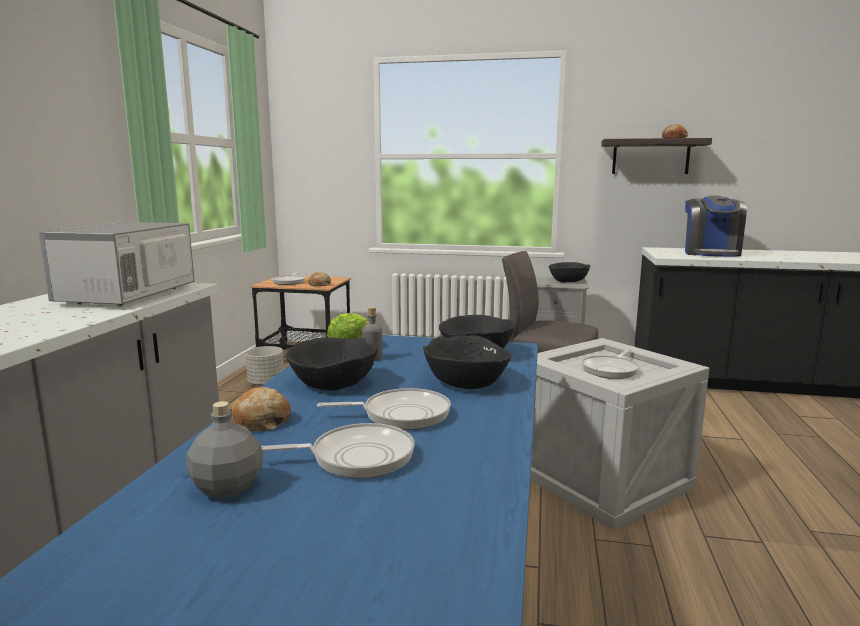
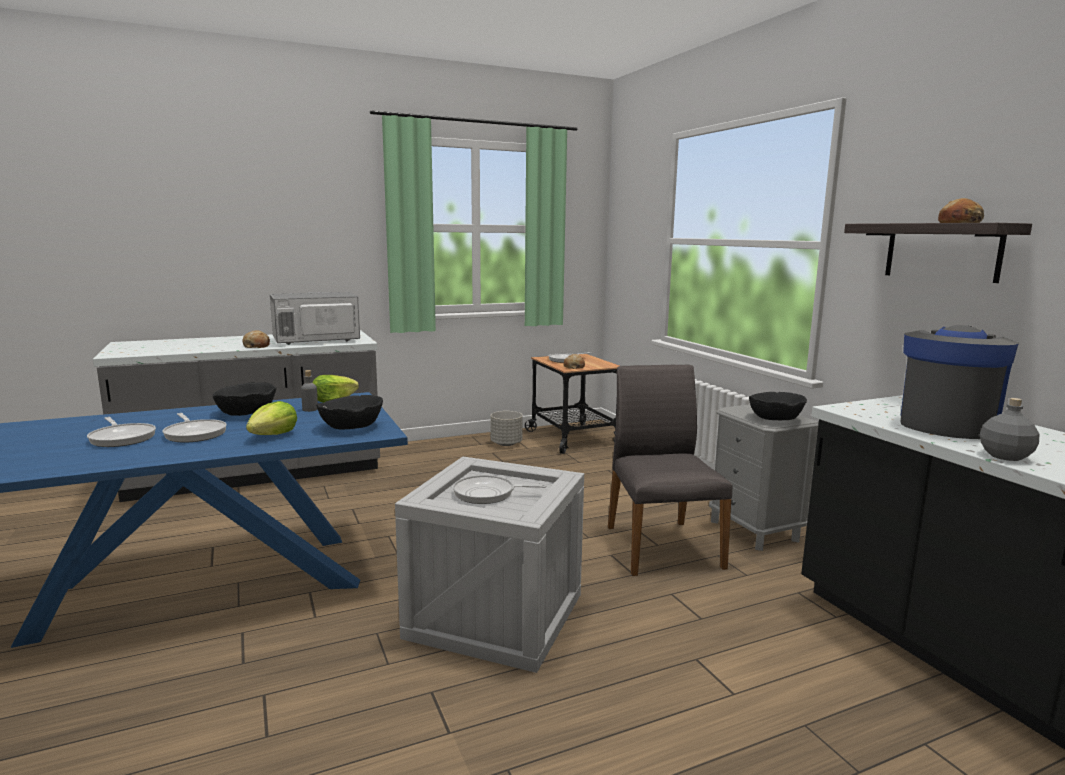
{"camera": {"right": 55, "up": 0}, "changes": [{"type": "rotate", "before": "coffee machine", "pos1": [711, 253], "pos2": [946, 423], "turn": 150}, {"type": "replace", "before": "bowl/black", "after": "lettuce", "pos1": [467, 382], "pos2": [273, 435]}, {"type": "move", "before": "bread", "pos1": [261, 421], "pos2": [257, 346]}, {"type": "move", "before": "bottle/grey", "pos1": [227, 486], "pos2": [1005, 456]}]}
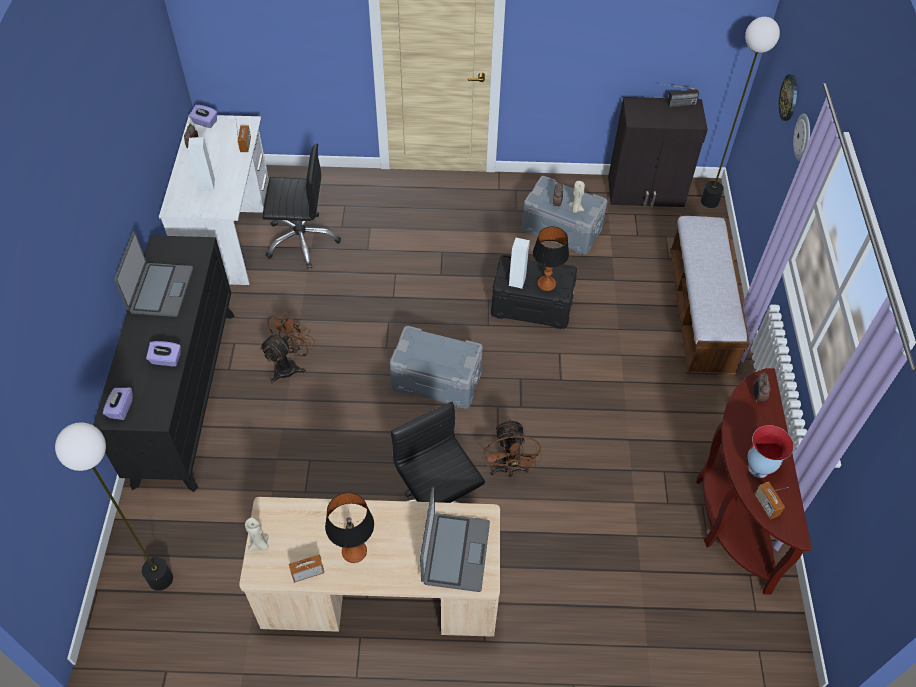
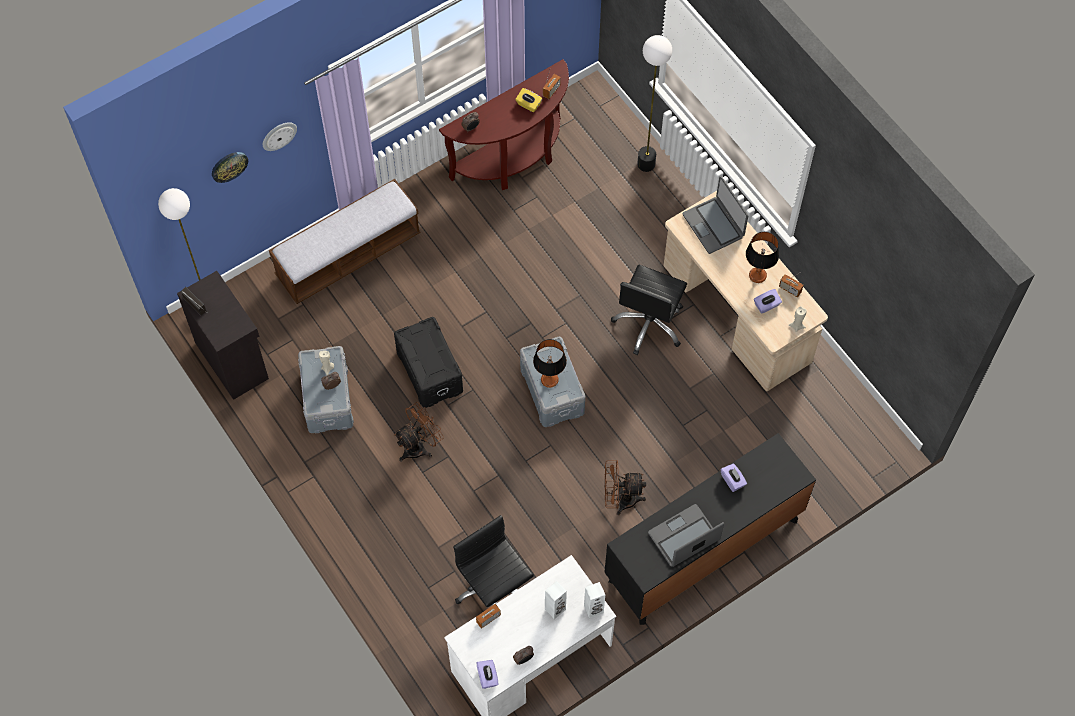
{"camera": {"right": -125, "up": 10}, "changes": [{"type": "move", "before": "table lamp", "pos1": [547, 284], "pos2": [549, 379]}, {"type": "move", "before": "speaker/white", "pos1": [517, 281], "pos2": [593, 609]}, {"type": "move", "before": "tissue box/purple", "pos1": [120, 408], "pos2": [766, 305]}, {"type": "move", "before": "fan/brown", "pos1": [509, 470], "pos2": [419, 446]}, {"type": "move", "before": "floor lamp", "pos1": [161, 578], "pos2": [646, 164]}, {"type": "replace", "before": "vase", "after": "tissue box/yellow", "pos1": [758, 469], "pos2": [528, 105]}, {"type": "rotate", "before": "laptop", "pos1": [455, 552], "pos2": [713, 225], "turn": -90}]}
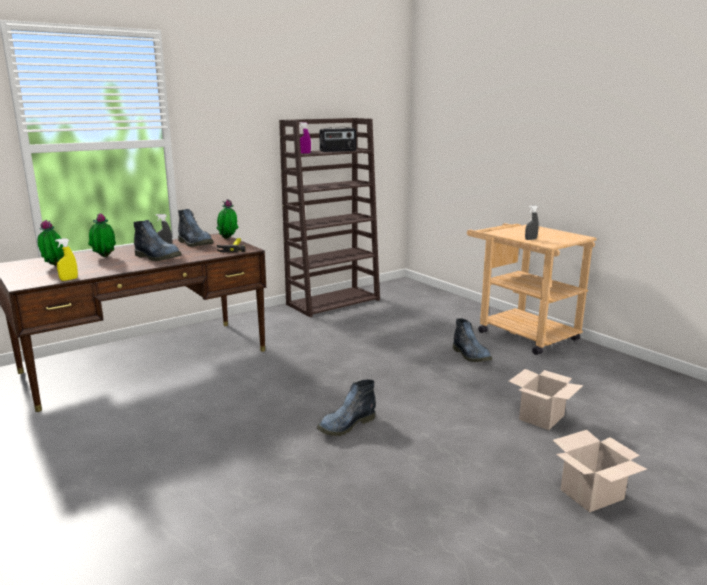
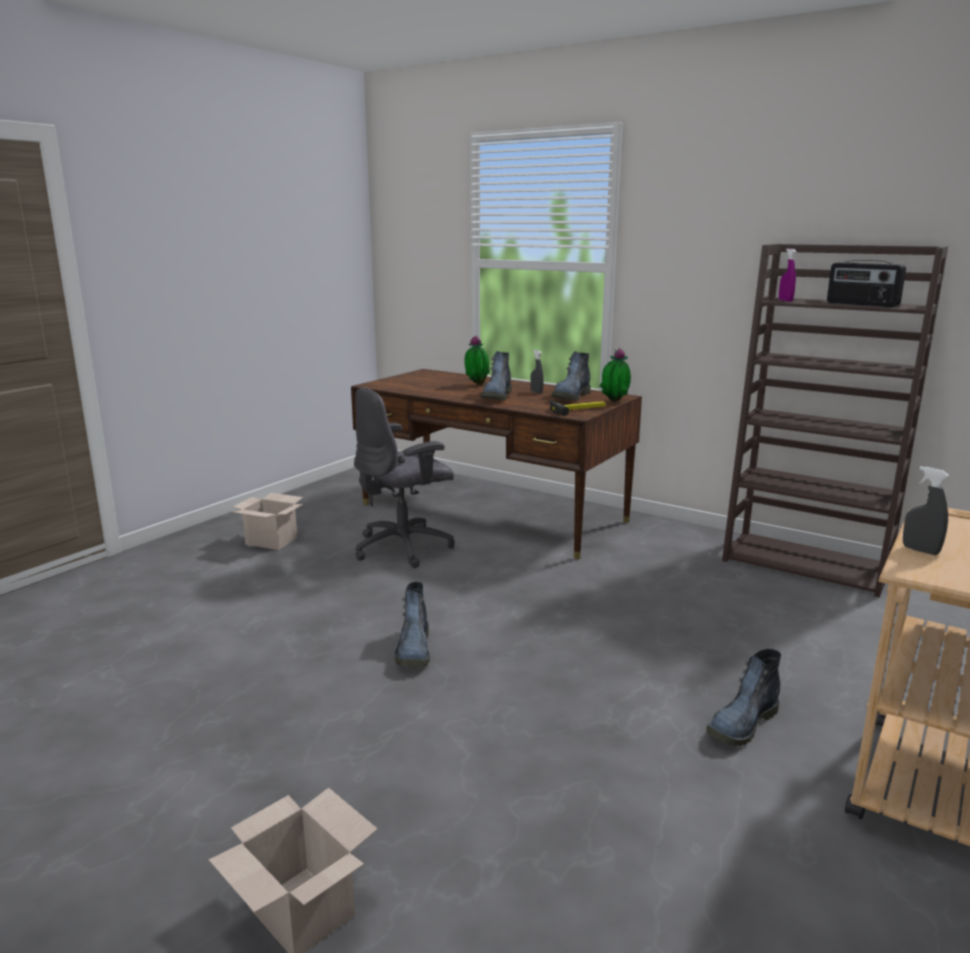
{"camera": {"right": 70, "up": 0}, "changes": [{"type": "delete", "before": "potted plant", "pos1": [54, 266]}, {"type": "delete", "before": "spray bottle/yellow", "pos1": [69, 279]}, {"type": "move", "before": "cardboard box", "pos1": [541, 416], "pos2": [273, 541]}, {"type": "rotate", "before": "boot", "pos1": [346, 426], "pos2": [414, 651], "turn": -120}, {"type": "insert", "after": "office chair/grey", "pos2": [404, 547]}]}
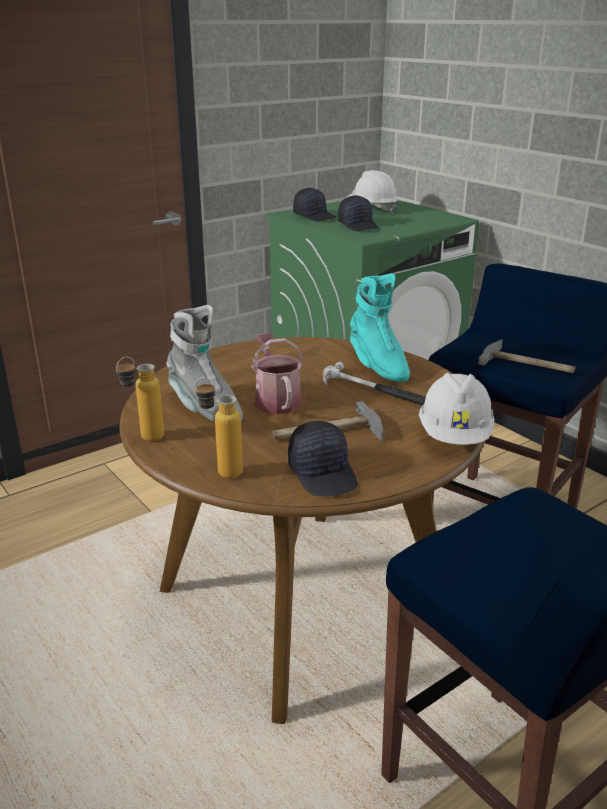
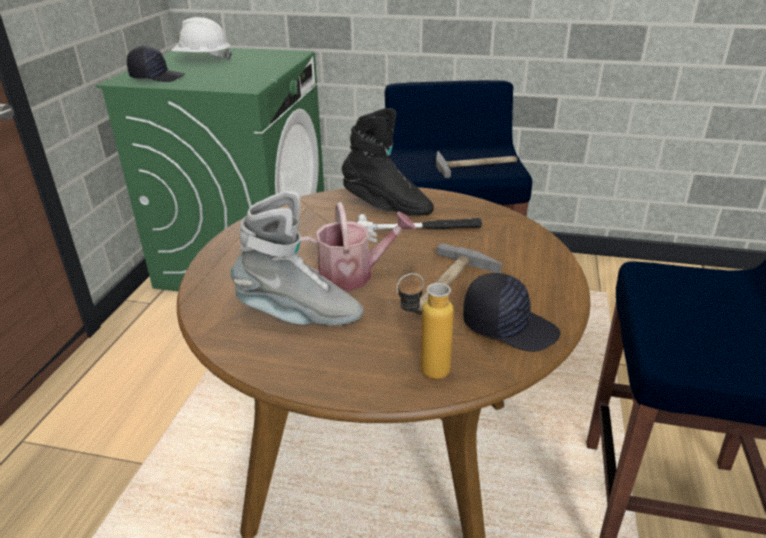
{"camera": {"right": -40, "up": 5}, "changes": [{"type": "delete", "before": "cap/black", "pos1": [359, 225]}, {"type": "recolor", "before": "boot/turquoise", "after": "boot/black", "pos1": [377, 366], "pos2": [387, 207]}, {"type": "rotate", "before": "watering can", "pos1": [276, 399], "pos2": [353, 275], "turn": 135}, {"type": "delete", "before": "bottle", "pos1": [144, 439]}, {"type": "delete", "before": "hard hat/white", "pos1": [455, 436]}]}
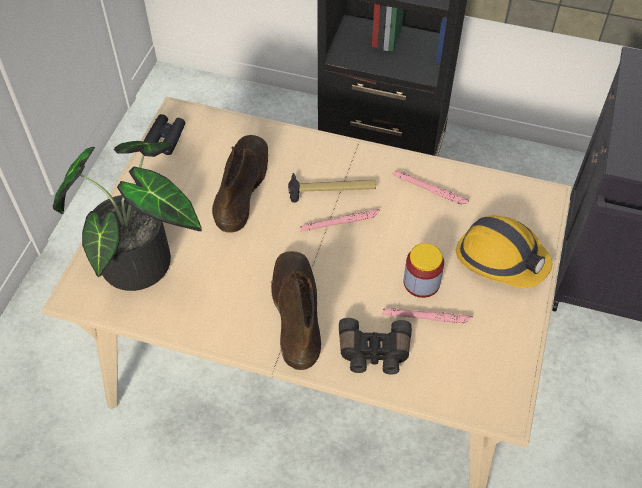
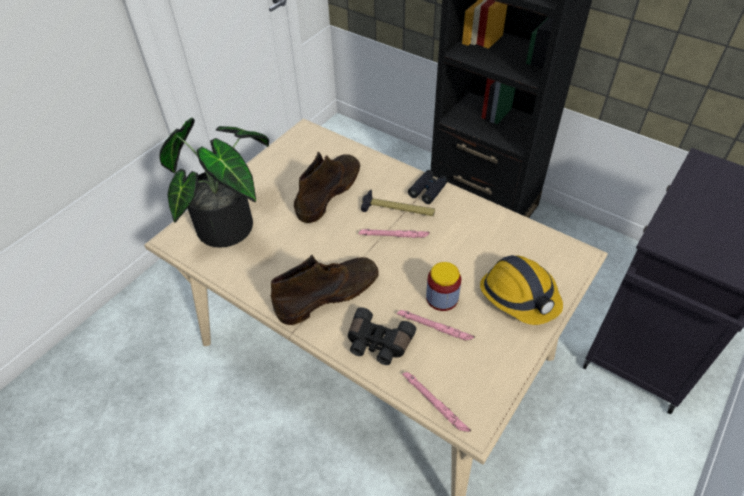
{"camera": {"right": 20, "up": -5}, "changes": [{"type": "move", "before": "binoculars/black", "pos1": [165, 138], "pos2": [428, 190]}, {"type": "move", "before": "flashlight/pink", "pos1": [429, 190], "pos2": [434, 403]}, {"type": "rotate", "before": "boot/brown", "pos1": [296, 312], "pos2": [329, 294], "turn": 45}]}
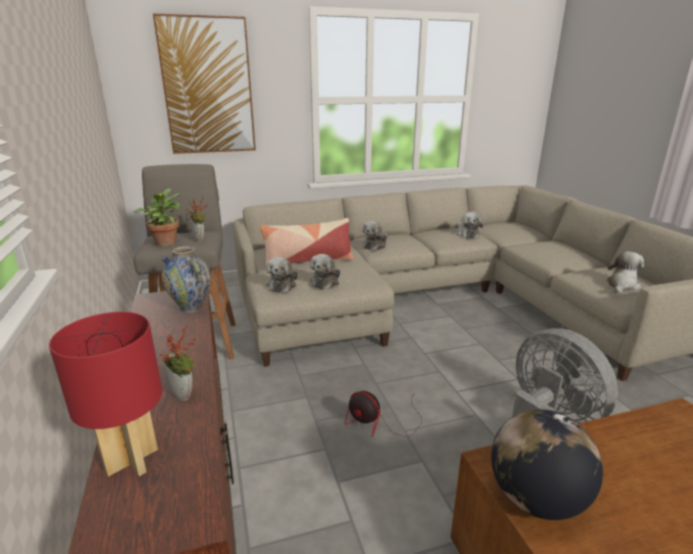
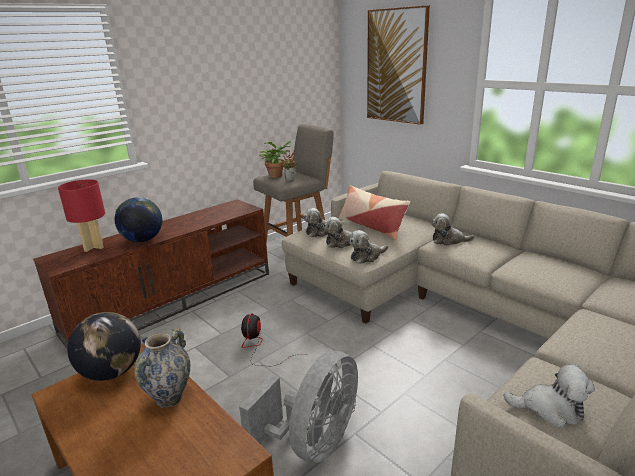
{"camera": {"right": 65, "up": 0}, "changes": [{"type": "move", "before": "plush toy", "pos1": [467, 234], "pos2": [367, 256]}, {"type": "move", "before": "vase", "pos1": [191, 308], "pos2": [169, 398]}, {"type": "replace", "before": "potted plant", "after": "globe", "pos1": [185, 394], "pos2": [143, 240]}]}
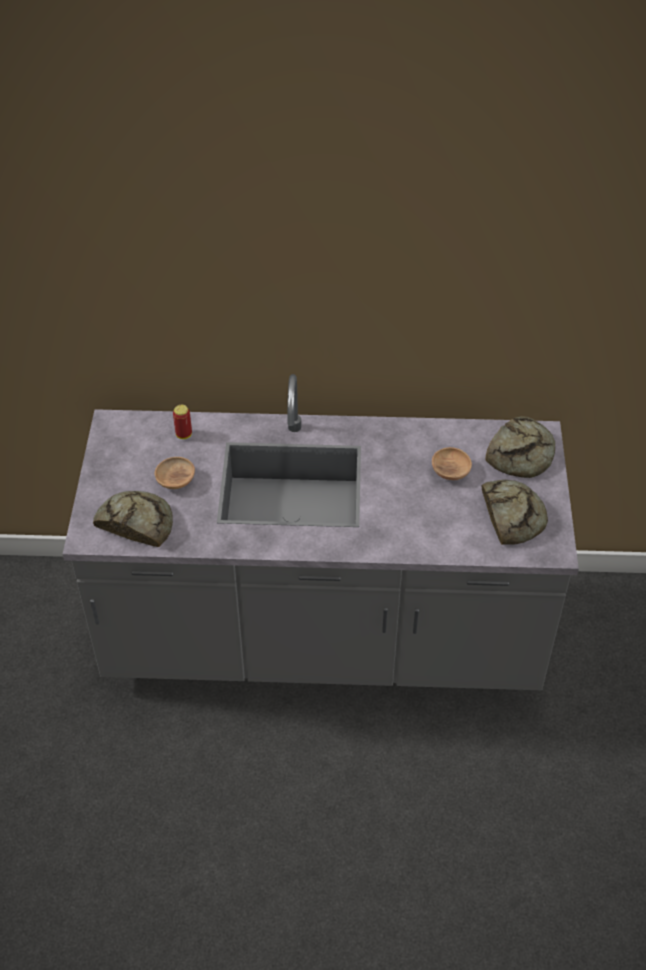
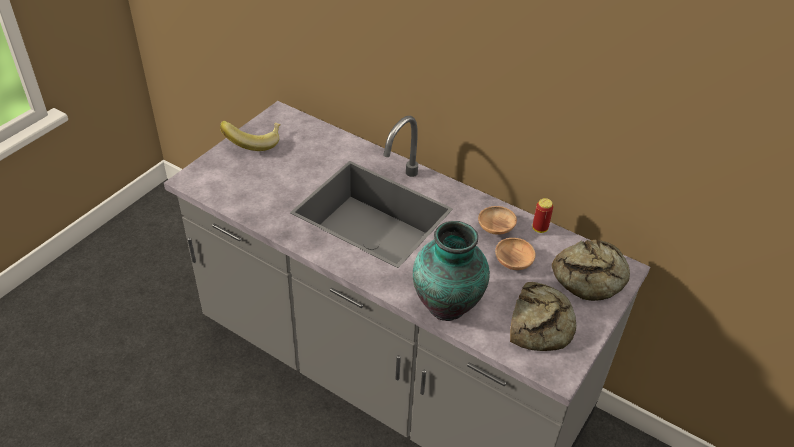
{"camera": {"right": 30, "up": -5}, "changes": [{"type": "move", "before": "can", "pos1": [184, 434], "pos2": [539, 228]}, {"type": "move", "before": "bowl/brown", "pos1": [175, 481], "pos2": [495, 228]}, {"type": "delete", "before": "bread", "pos1": [136, 523]}, {"type": "insert", "after": "banana", "pos2": [254, 142]}, {"type": "insert", "after": "vase", "pos2": [448, 304]}]}
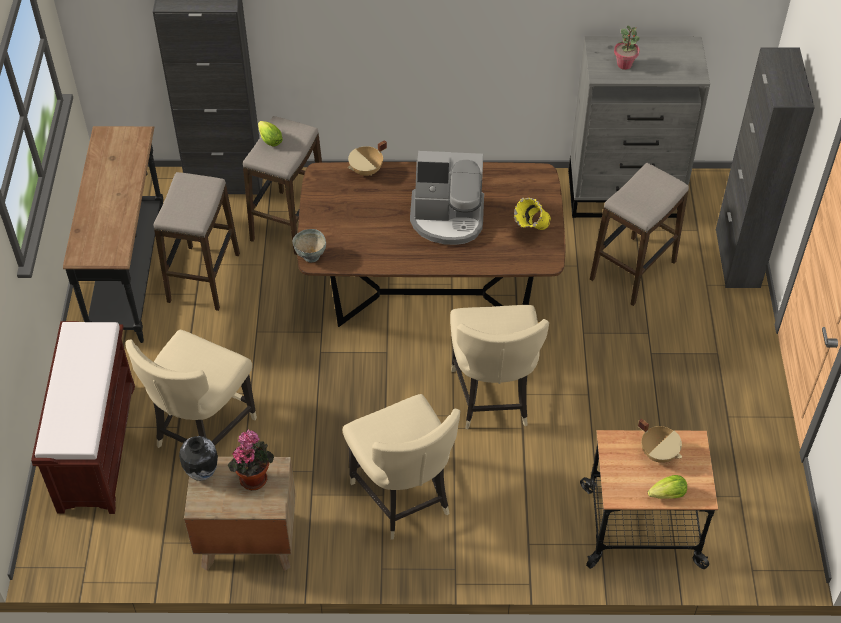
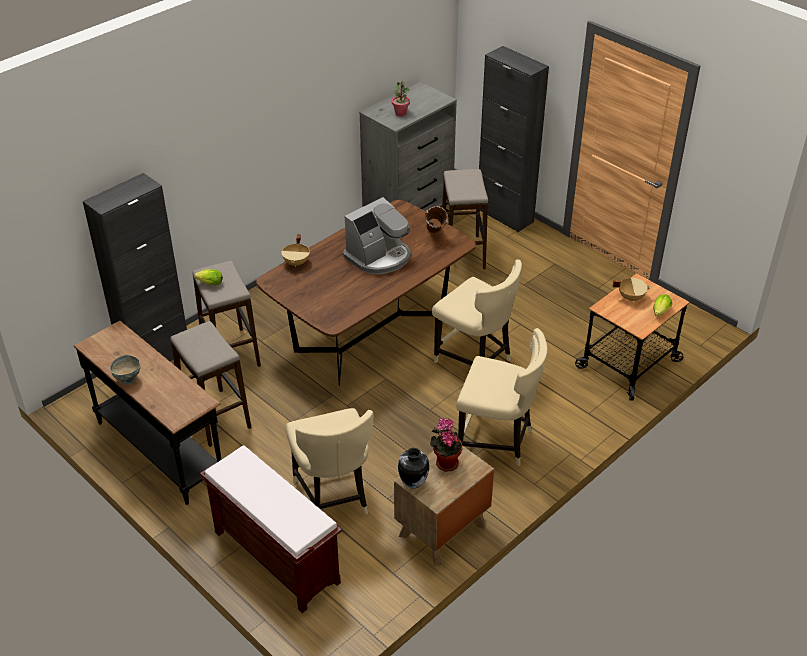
{"camera": {"right": -45, "up": -10}, "changes": [{"type": "recolor", "before": "vase/yellow", "after": "vase/brown", "pos1": [531, 233], "pos2": [435, 236]}, {"type": "move", "before": "bowl/grey", "pos1": [311, 256], "pos2": [128, 380]}]}
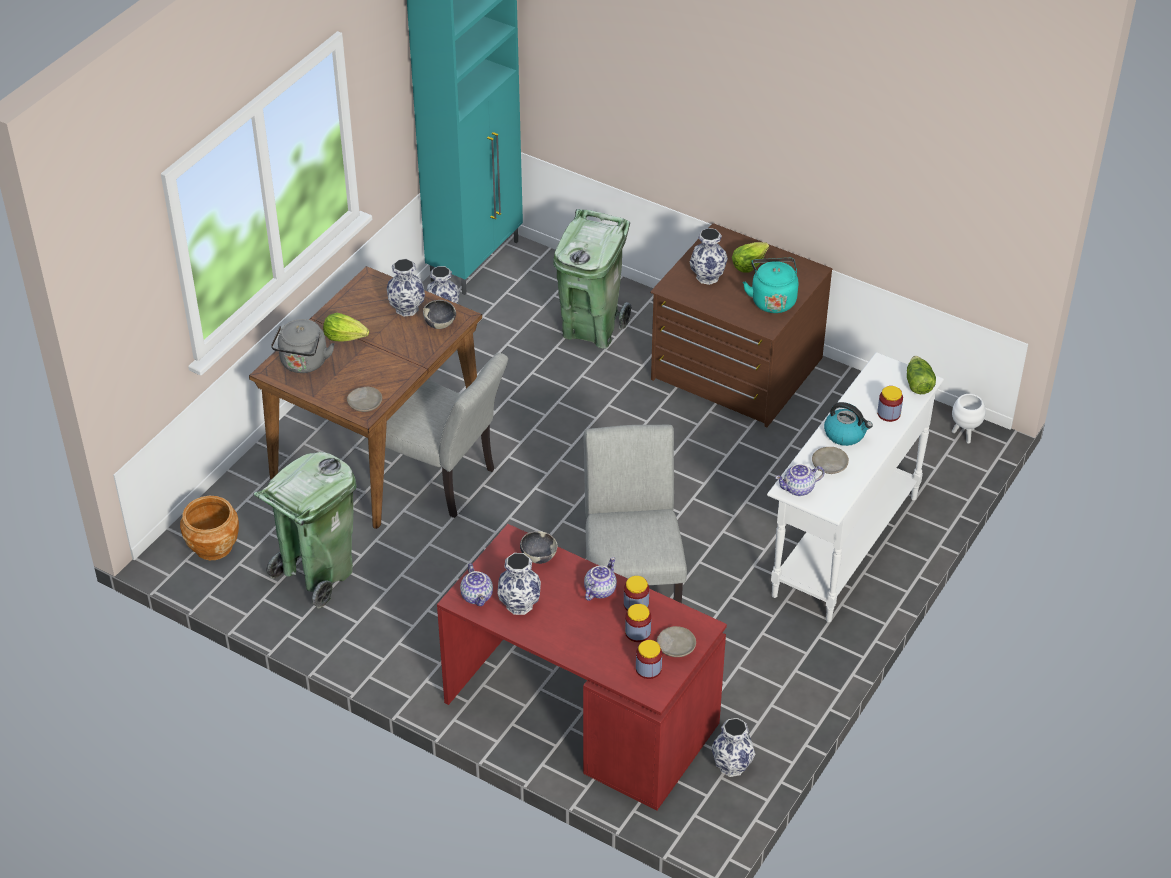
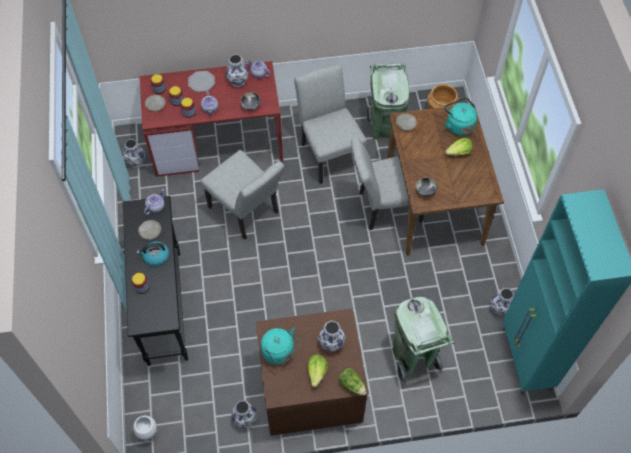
{"camera": {"right": 140, "up": 15}, "changes": [{"type": "move", "before": "vase", "pos1": [407, 309], "pos2": [244, 419]}, {"type": "recolor", "before": "kettle/grey", "after": "kettle/turquoise", "pos1": [303, 364], "pos2": [458, 125]}, {"type": "recolor", "before": "console table/white", "after": "console table/black", "pos1": [844, 546], "pos2": [164, 306]}, {"type": "move", "before": "lettuce", "pos1": [918, 383], "pos2": [352, 384]}, {"type": "insert", "after": "chair/grey", "pos2": [329, 152]}, {"type": "insert", "after": "plate", "pos2": [201, 82]}]}
